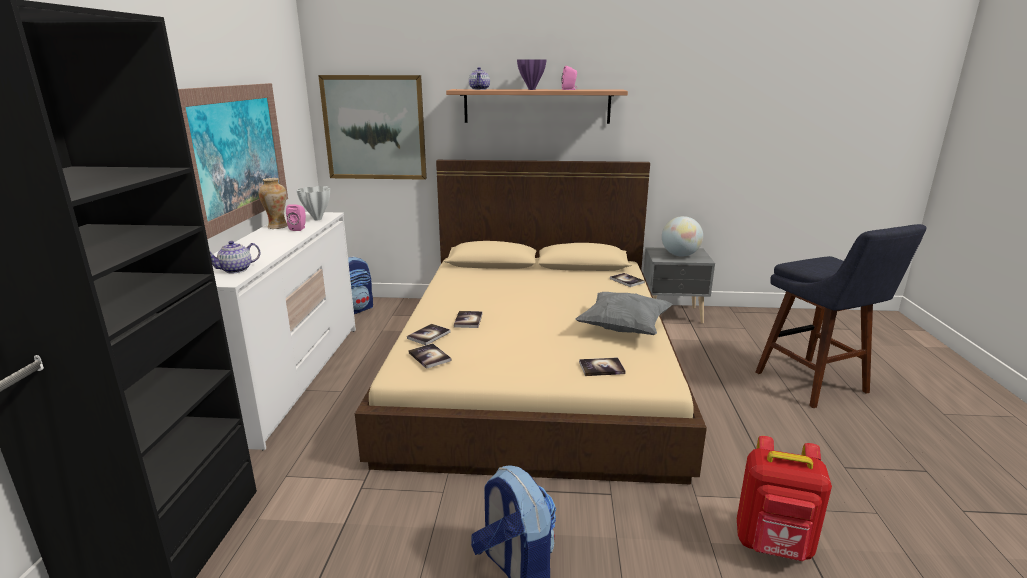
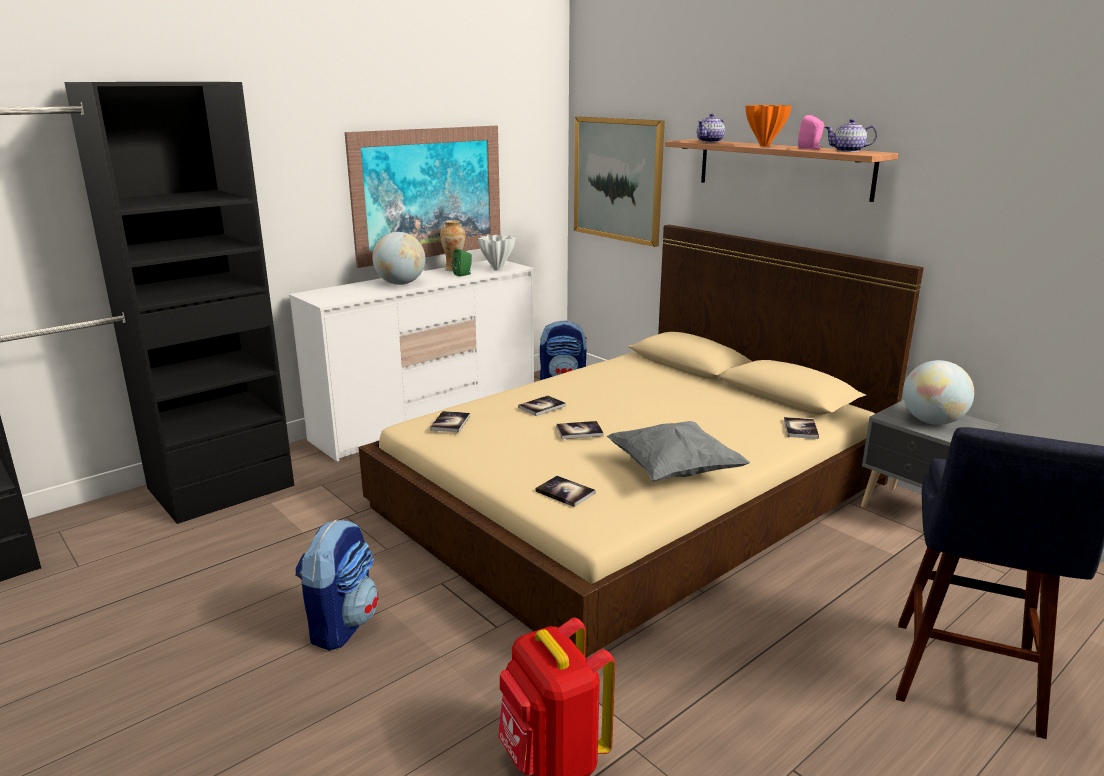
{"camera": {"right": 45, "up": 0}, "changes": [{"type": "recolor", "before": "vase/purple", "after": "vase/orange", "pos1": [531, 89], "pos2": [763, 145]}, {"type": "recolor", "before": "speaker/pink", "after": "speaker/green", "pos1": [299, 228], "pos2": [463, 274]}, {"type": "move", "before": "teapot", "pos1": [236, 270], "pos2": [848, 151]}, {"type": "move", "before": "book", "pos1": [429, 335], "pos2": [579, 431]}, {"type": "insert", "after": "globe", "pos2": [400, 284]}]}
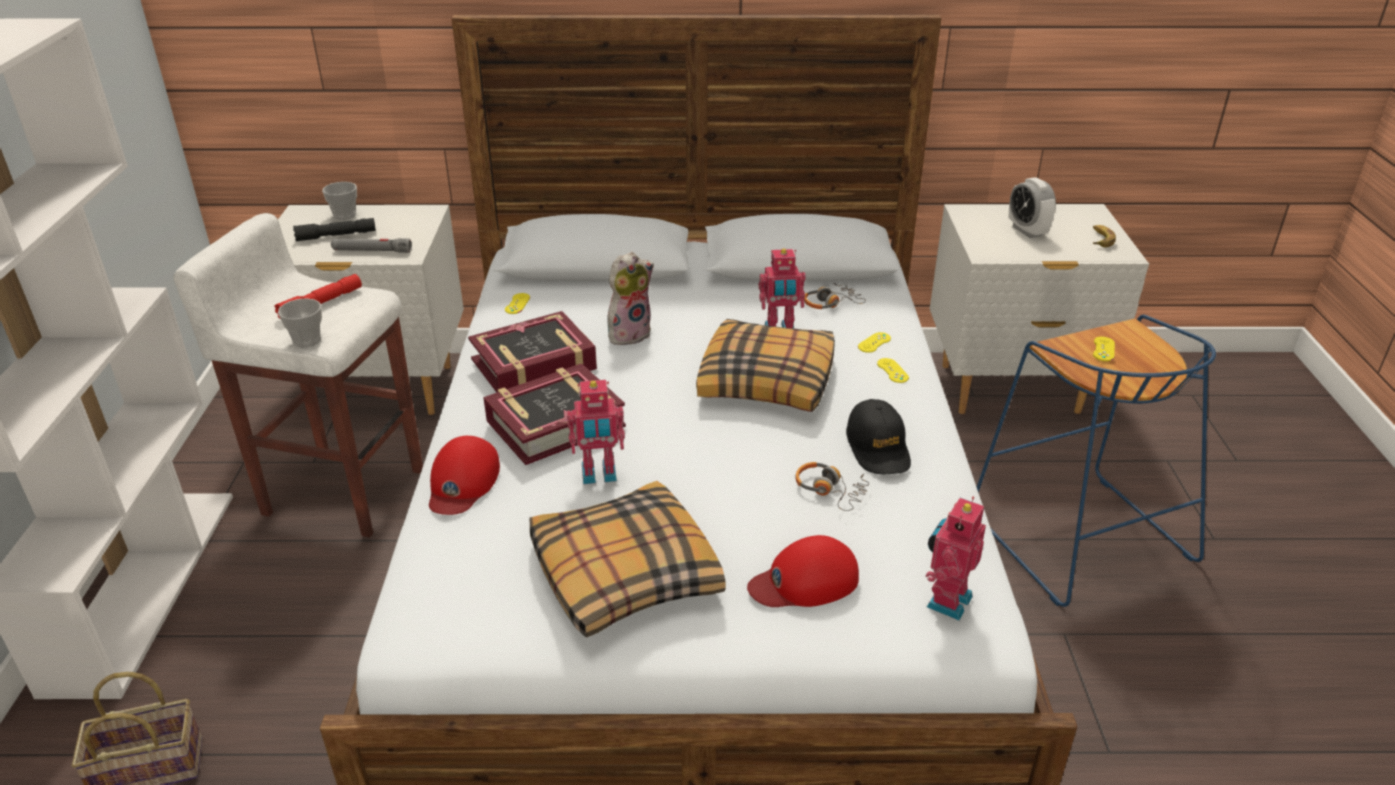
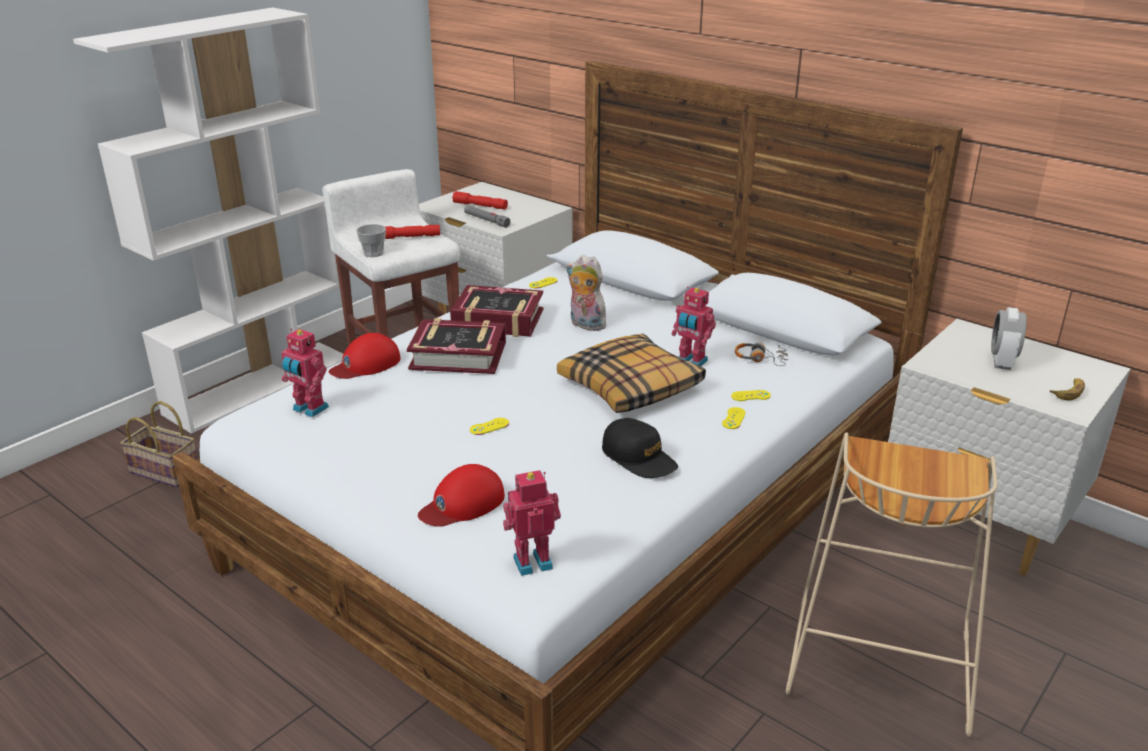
{"camera": {"right": 40, "up": -5}, "changes": [{"type": "delete", "before": "cup", "pos1": [345, 215]}, {"type": "recolor", "before": "flashlight/black", "after": "flashlight/red", "pos1": [336, 236], "pos2": [480, 206]}, {"type": "rotate", "before": "plush toy", "pos1": [629, 333], "pos2": [585, 325], "turn": -150}, {"type": "recolor", "before": "stool/blue", "after": "stool/beige", "pos1": [1076, 536], "pos2": [877, 658]}, {"type": "move", "before": "game controller/yellow", "pos1": [1103, 349], "pos2": [489, 426]}, {"type": "move", "before": "toy robot", "pos1": [599, 475], "pos2": [309, 409]}, {"type": "rotate", "before": "cap/black", "pos1": [878, 448], "pos2": [639, 458], "turn": -75}, {"type": "delete", "before": "headphones", "pos1": [830, 490]}, {"type": "delete", "before": "pillow", "pos1": [623, 573]}, {"type": "rotate", "before": "cap/red", "pos1": [804, 581], "pos2": [462, 503], "turn": -60}]}
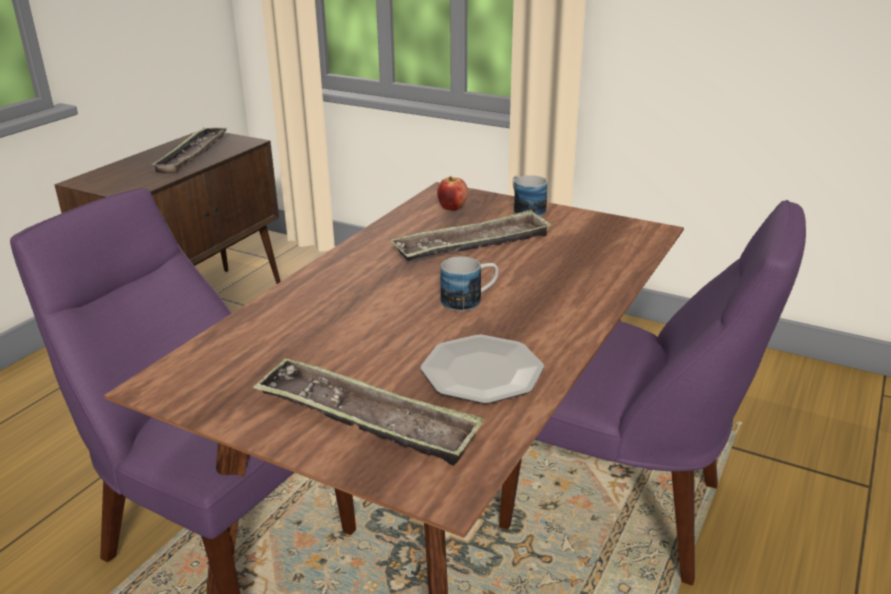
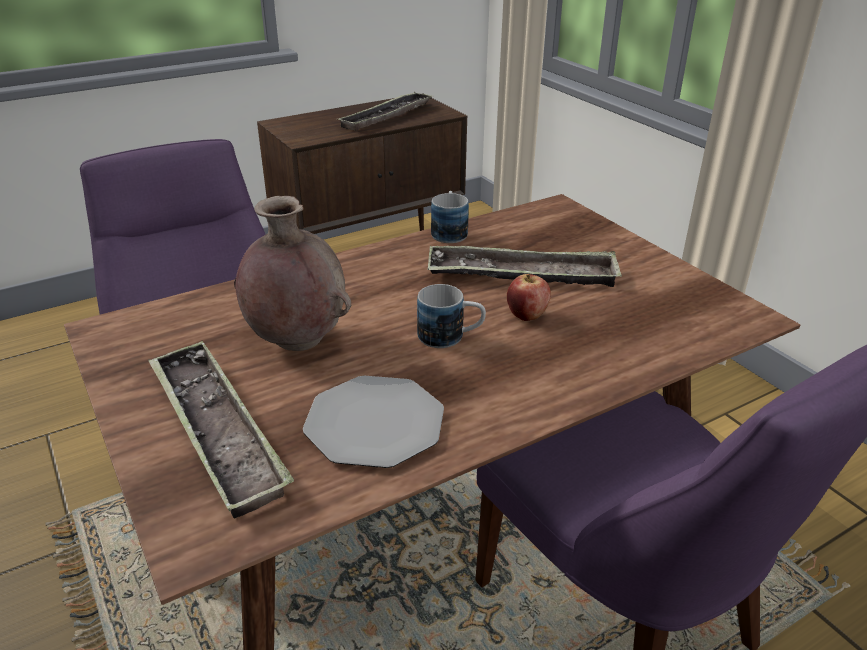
{"camera": {"right": 30, "up": 5}, "changes": [{"type": "move", "before": "mug", "pos1": [525, 209], "pos2": [449, 231]}, {"type": "move", "before": "apple", "pos1": [452, 208], "pos2": [526, 316]}, {"type": "insert", "after": "vase/brown", "pos2": [296, 341]}]}
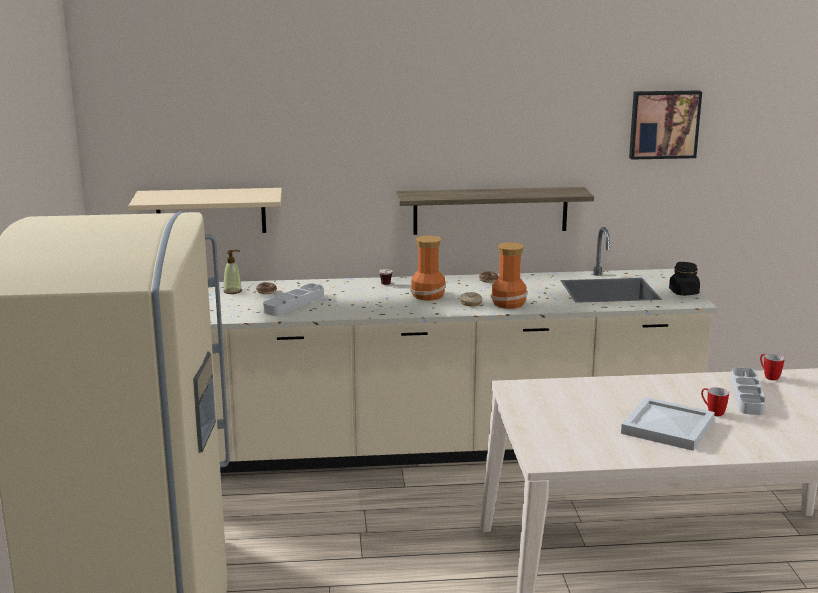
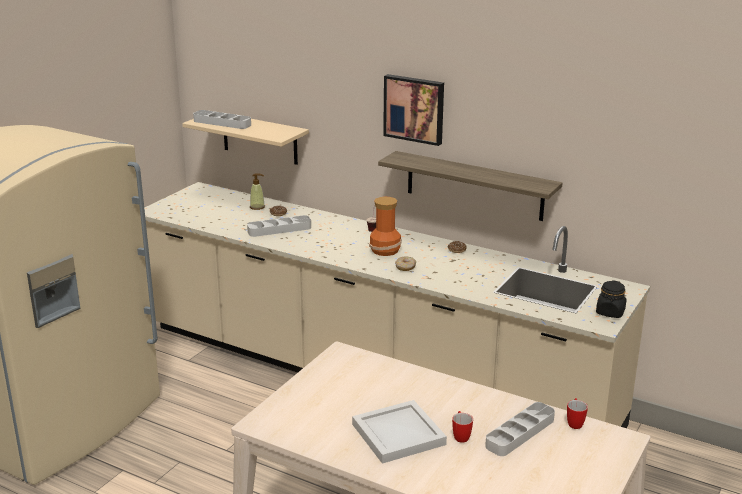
{"camera": {"right": 35, "up": 5}, "changes": [{"type": "move", "before": "picture", "pos1": [663, 124], "pos2": [414, 108]}, {"type": "delete", "before": "vase", "pos1": [509, 303]}, {"type": "insert", "after": "tray/grey", "pos2": [222, 123]}]}
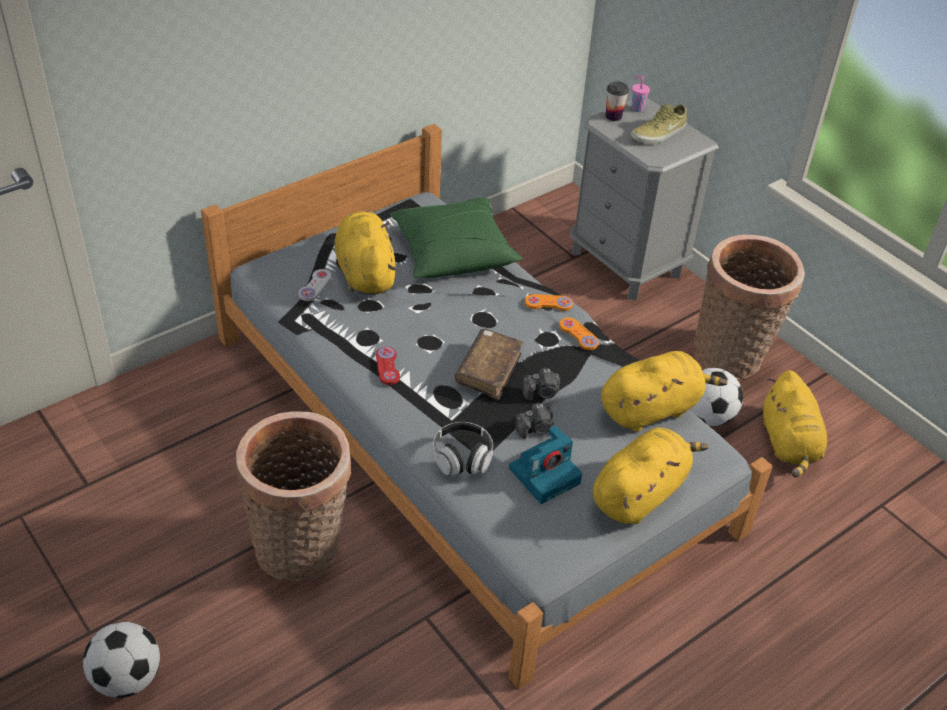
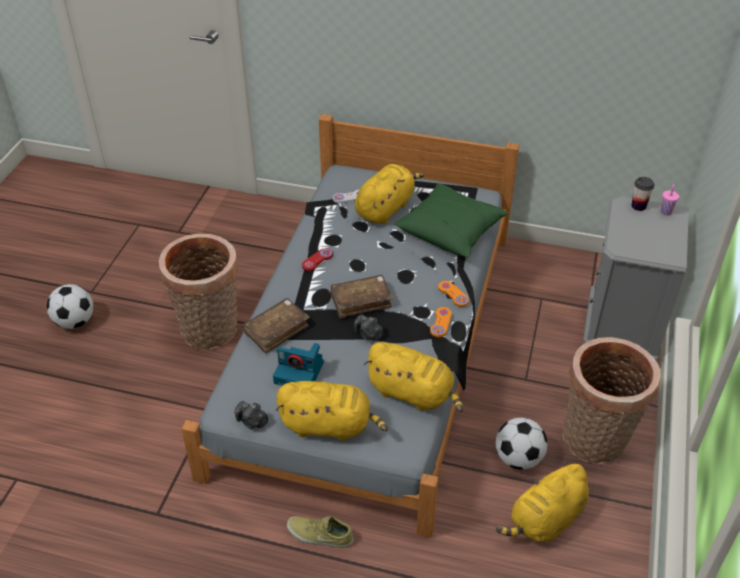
{"camera": {"right": 55, "up": 0}, "changes": [{"type": "move", "before": "shoe/beige", "pos1": [659, 134], "pos2": [319, 535]}, {"type": "move", "before": "photo camera", "pos1": [535, 429], "pos2": [251, 421]}, {"type": "replace", "before": "headphones", "after": "book/brown", "pos1": [462, 458], "pos2": [276, 330]}]}
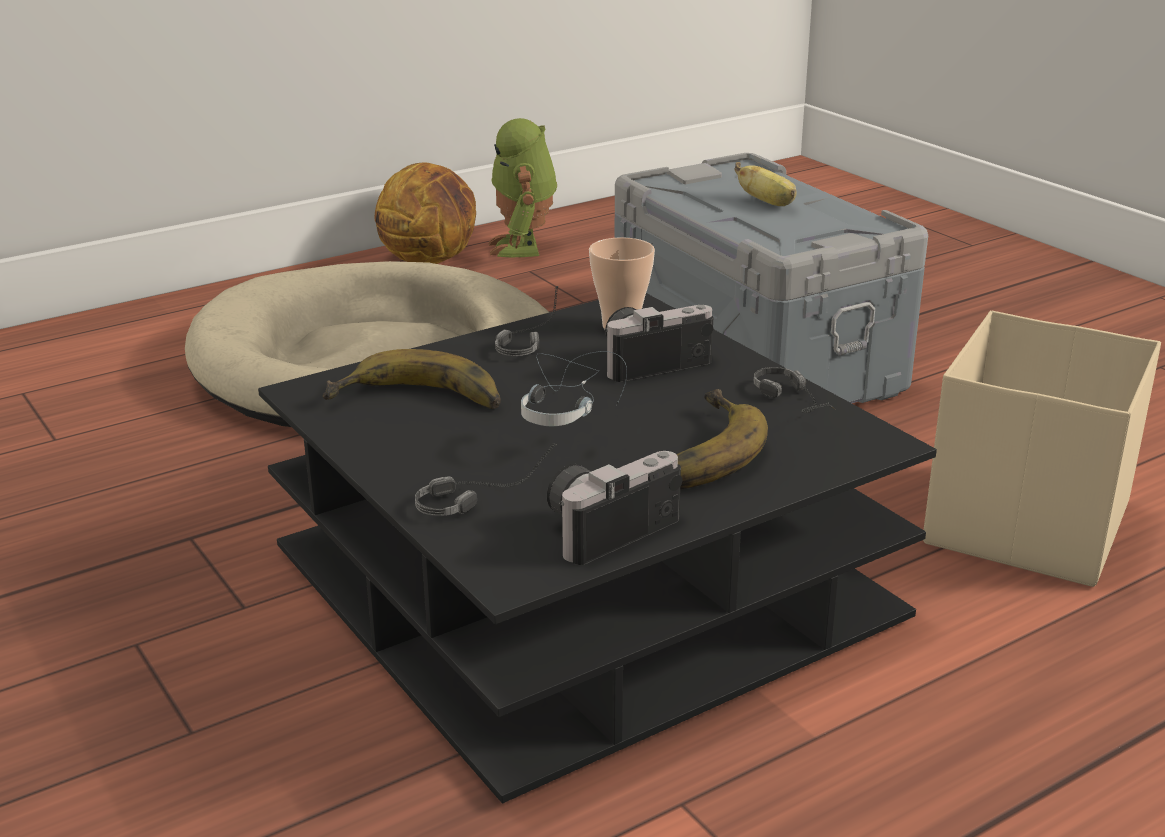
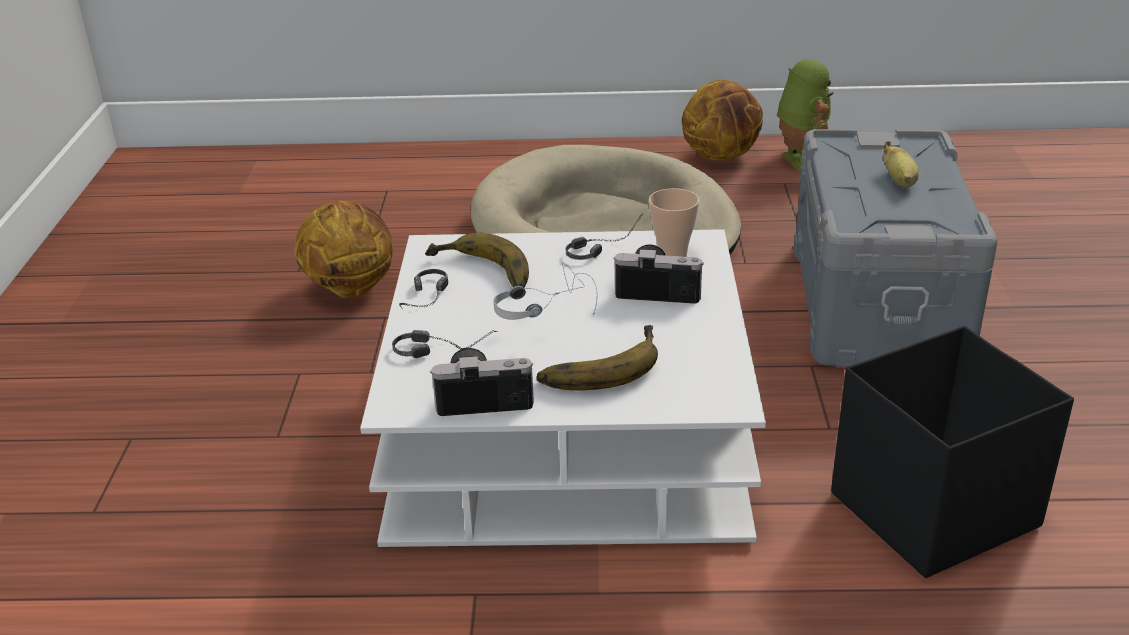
{"camera": {"right": 35, "up": 5}, "changes": [{"type": "rotate", "before": "toy robot", "pos1": [523, 247], "pos2": [800, 162], "turn": 135}, {"type": "recolor", "before": "coffee table/black", "after": "coffee table/white", "pos1": [583, 585], "pos2": [568, 432]}, {"type": "recolor", "before": "storage box/beige", "after": "storage box/black", "pos1": [1024, 525], "pos2": [930, 510]}, {"type": "move", "before": "headphones", "pos1": [802, 405], "pos2": [426, 301]}, {"type": "insert", "after": "basketball", "pos2": [350, 288]}]}
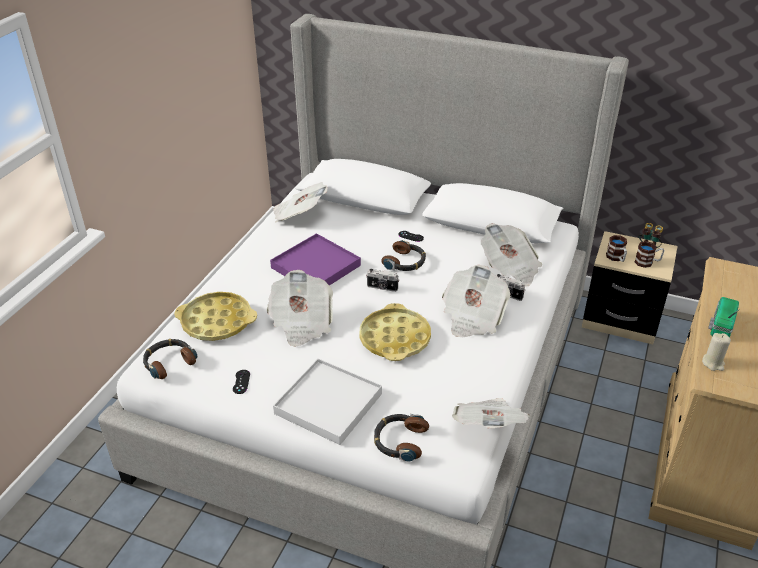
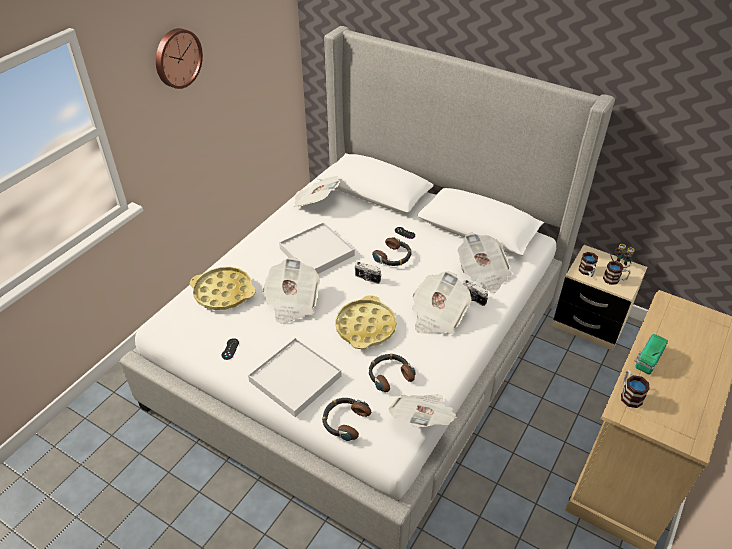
{"camera": {"right": 10, "up": 5}, "changes": [{"type": "recolor", "before": "tray/purple", "after": "tray/white", "pos1": [316, 266], "pos2": [317, 252]}, {"type": "replace", "before": "candle/beige", "after": "mug", "pos1": [713, 363], "pos2": [629, 395]}, {"type": "move", "before": "headphones", "pos1": [169, 362], "pos2": [389, 375]}, {"type": "insert", "after": "wall clock", "pos2": [177, 58]}]}
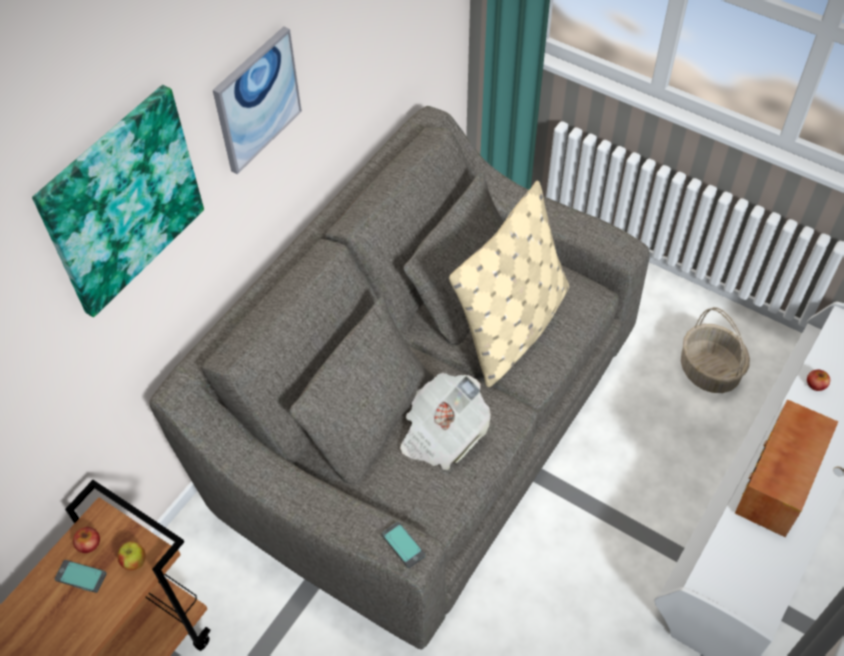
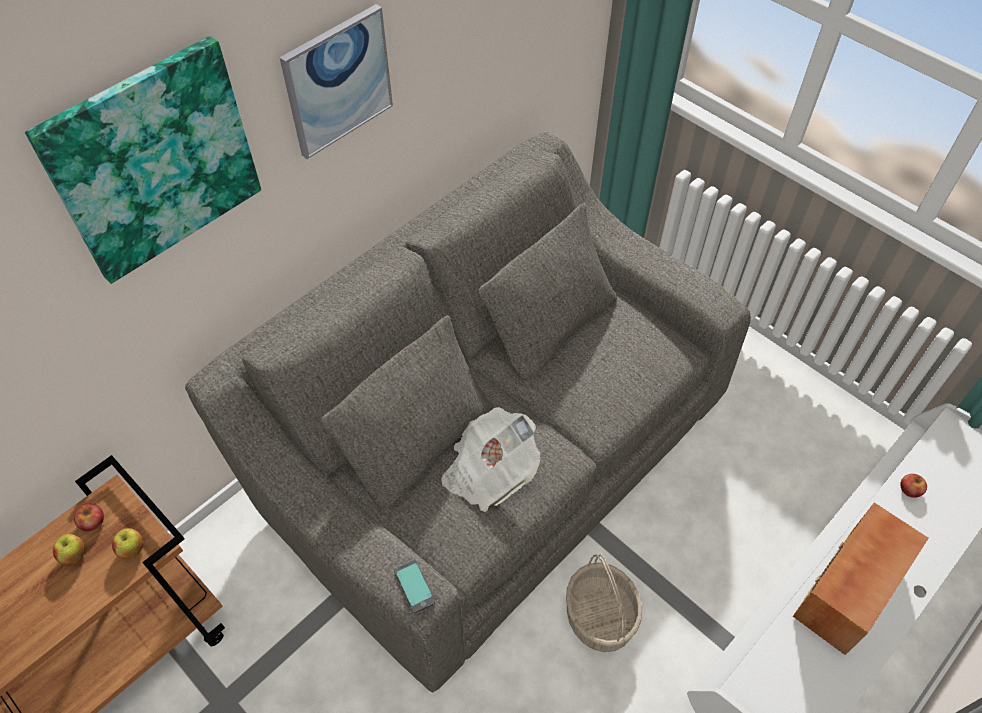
{"camera": {"right": 10, "up": 0}, "changes": [{"type": "delete", "before": "pillow/beige", "pos1": [512, 328]}, {"type": "move", "before": "basket", "pos1": [709, 371], "pos2": [600, 617]}, {"type": "replace", "before": "phone", "after": "apple", "pos1": [81, 577], "pos2": [74, 555]}]}
